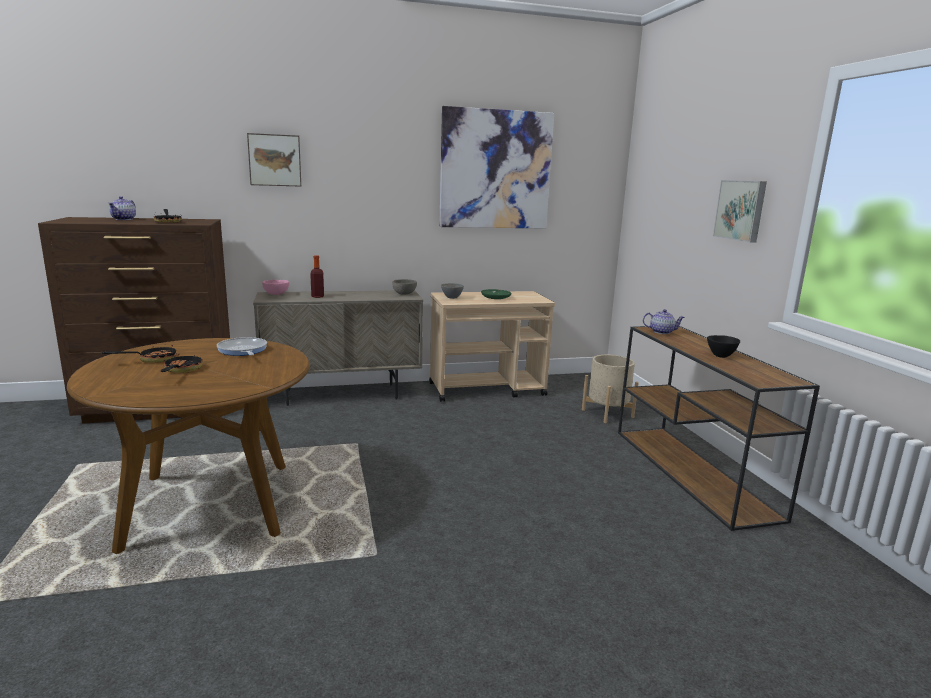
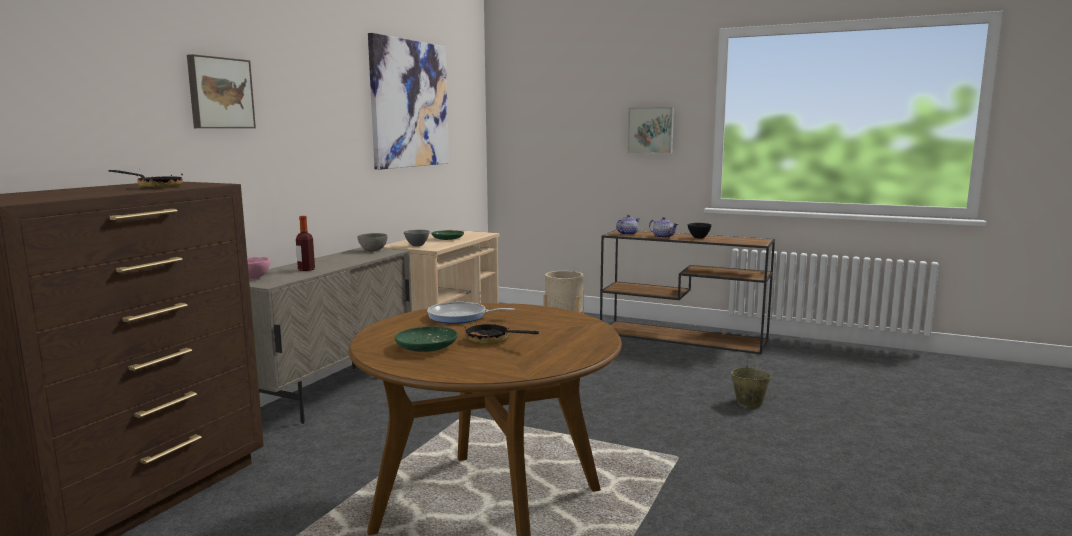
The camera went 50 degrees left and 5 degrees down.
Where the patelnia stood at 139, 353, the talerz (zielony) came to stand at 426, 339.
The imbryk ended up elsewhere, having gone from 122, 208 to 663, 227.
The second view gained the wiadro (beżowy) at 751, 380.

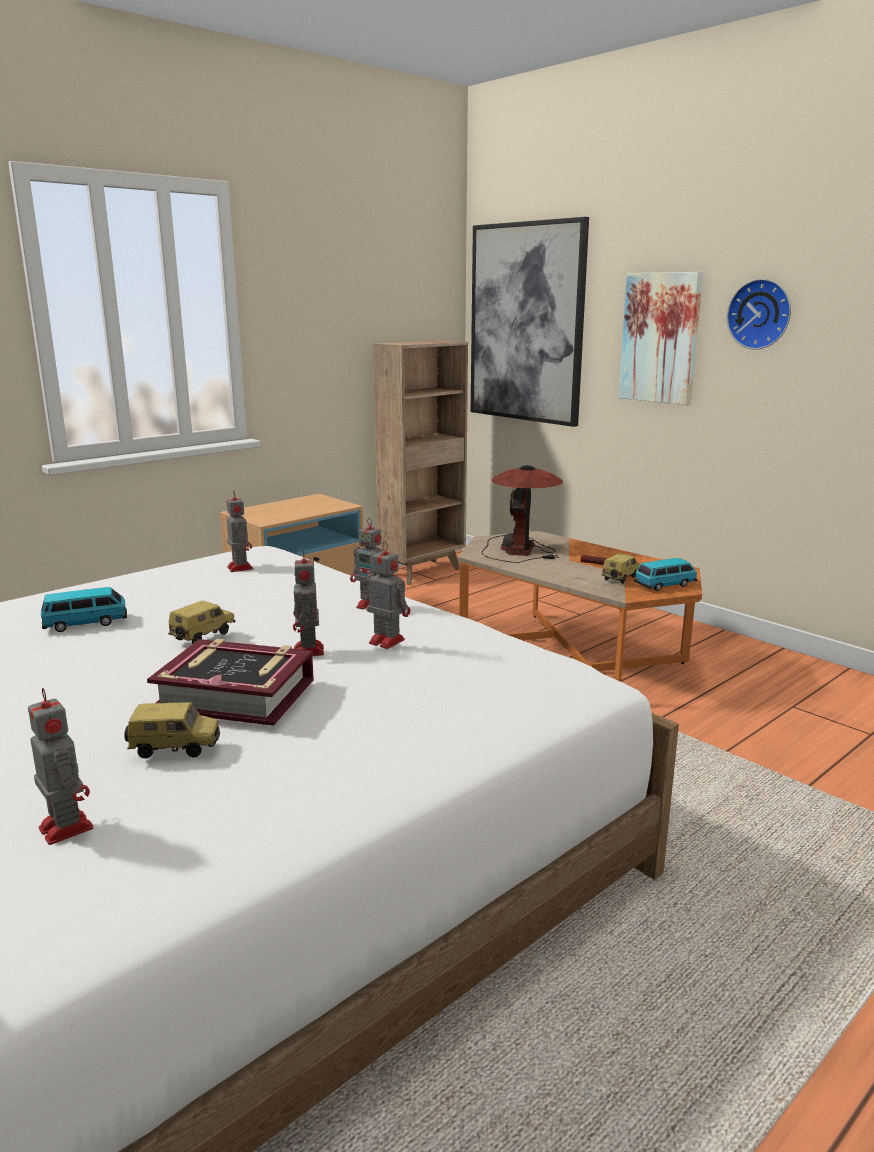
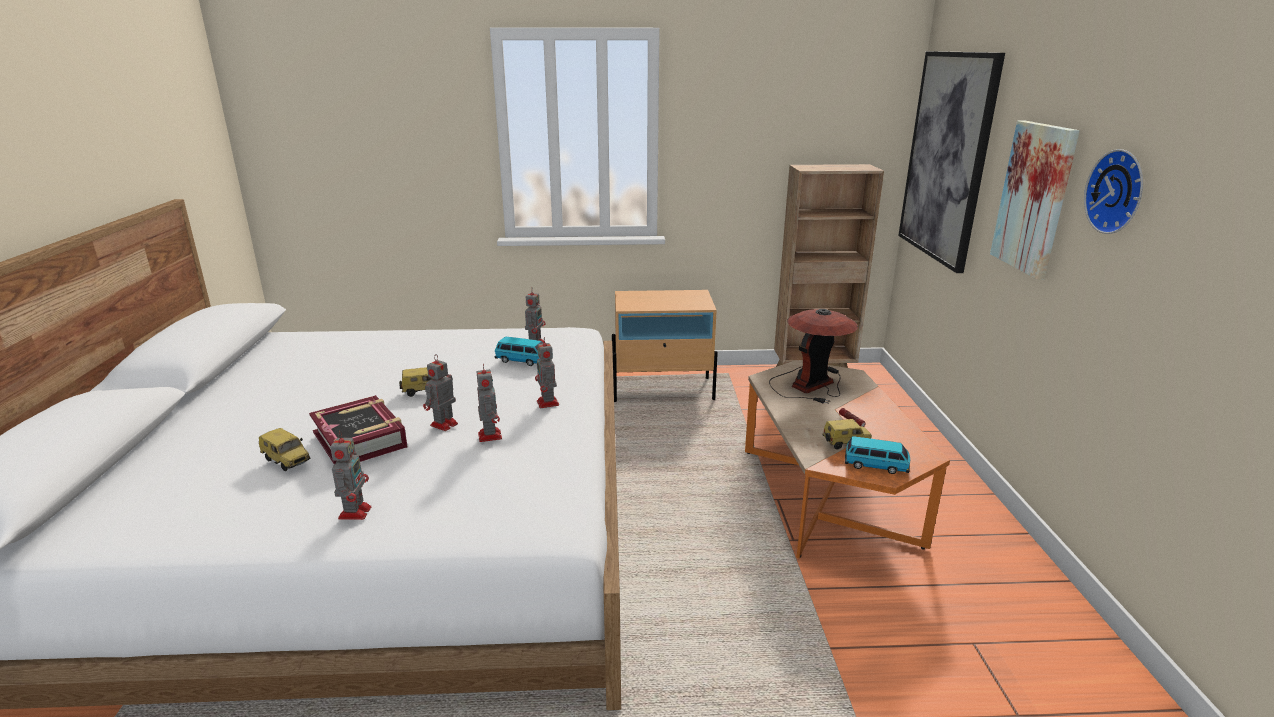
The camera went 40 degrees right and 5 degrees up.
The robot zabawkowy ended up elsewhere, having gone from 61, 766 to 350, 475.
The samochodzik ended up elsewhere, having gone from 84, 609 to 519, 351.

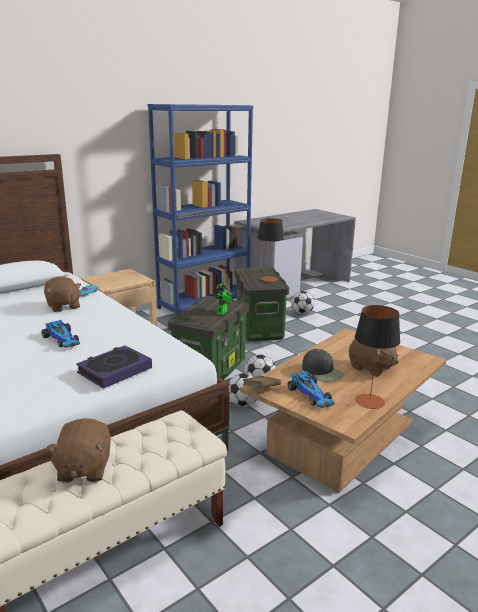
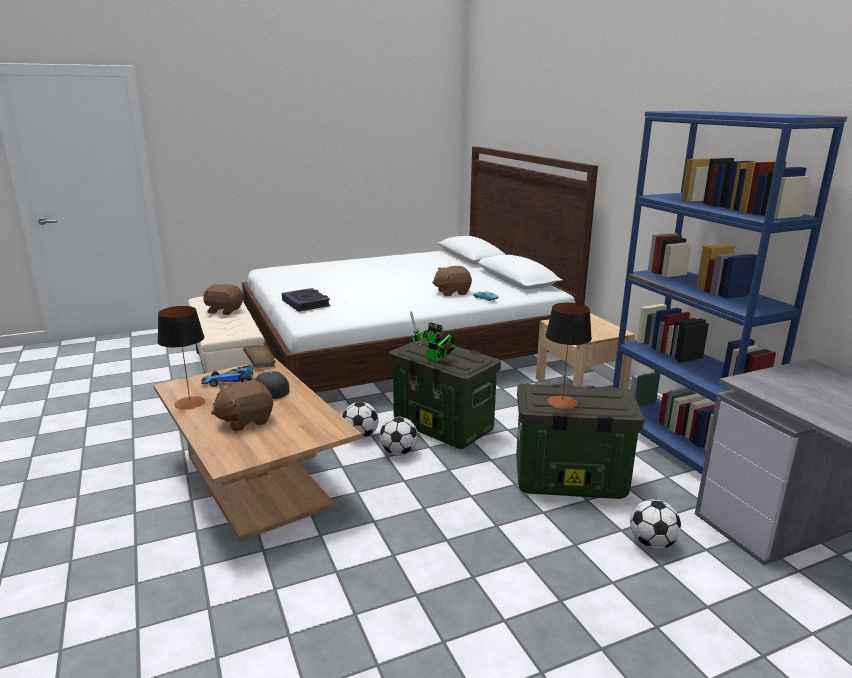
The camera went 105 degrees right and 0 degrees up.
The second view lost the samochodzik at 61, 334.

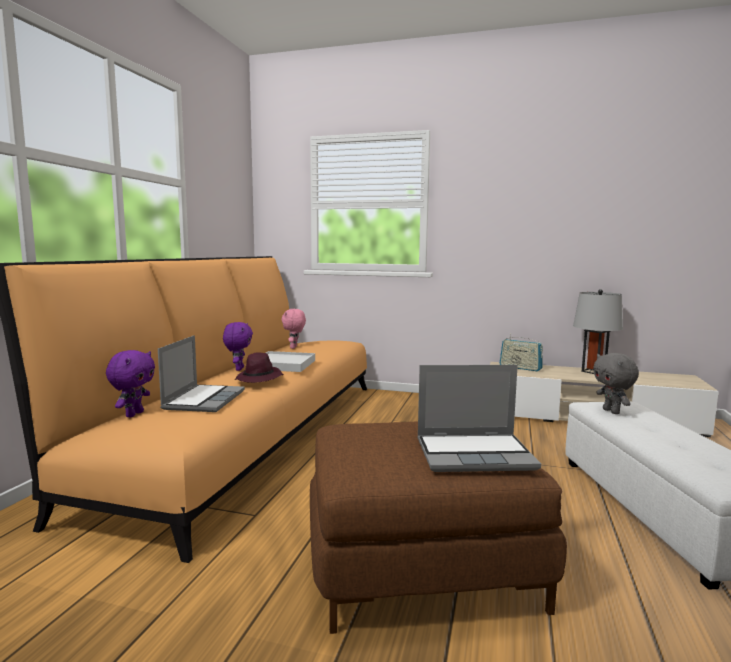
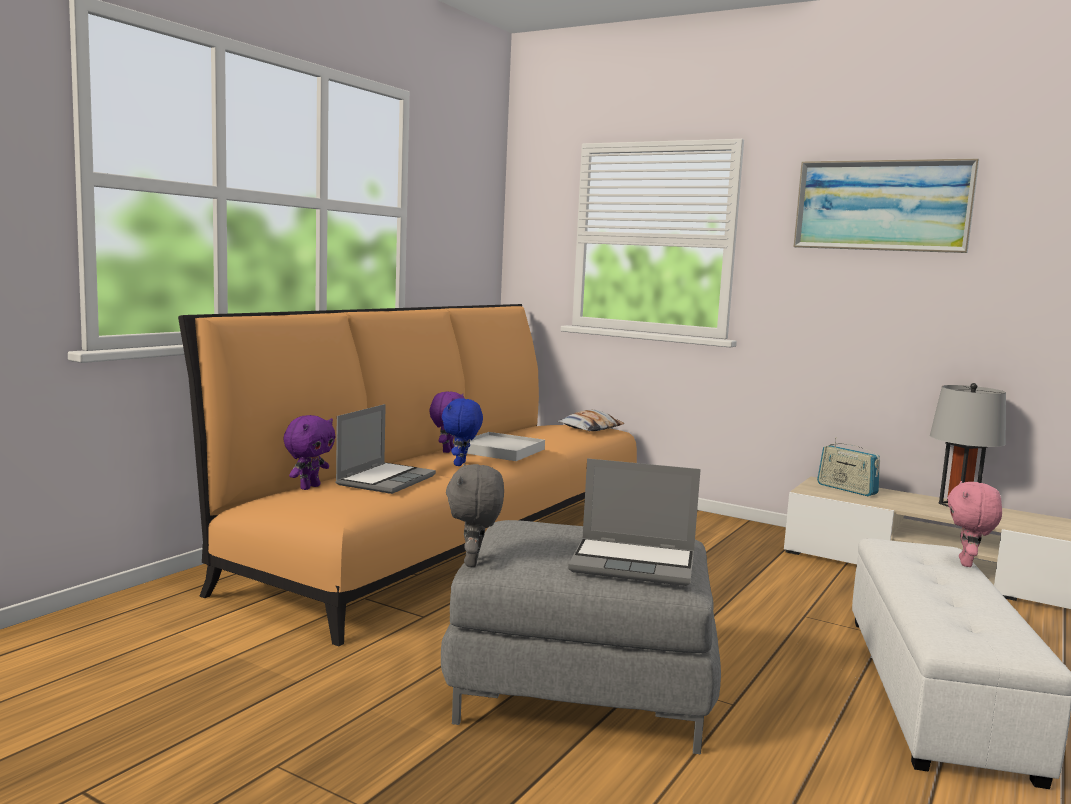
The camera went 15 degrees right and 0 degrees up.
What was the pufa (brązowy) at 438, 527 turned into the pufa (szary) at 581, 637.
Where the kapelusz (fioletowy) stood at 259, 368, the pluszak (niebieski) came to stand at 462, 432.
The pluszak (szary) ended up elsewhere, having gone from 616, 383 to 475, 515.
The second view gained the poduszka at 591, 421.
The second view gained the obraz at 886, 205.
The pluszak (różowy) ended up elsewhere, having gone from 293, 329 to 975, 524.

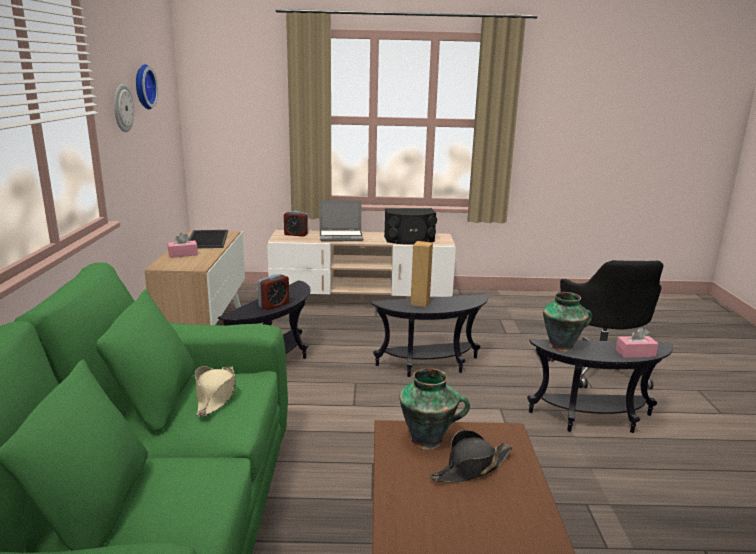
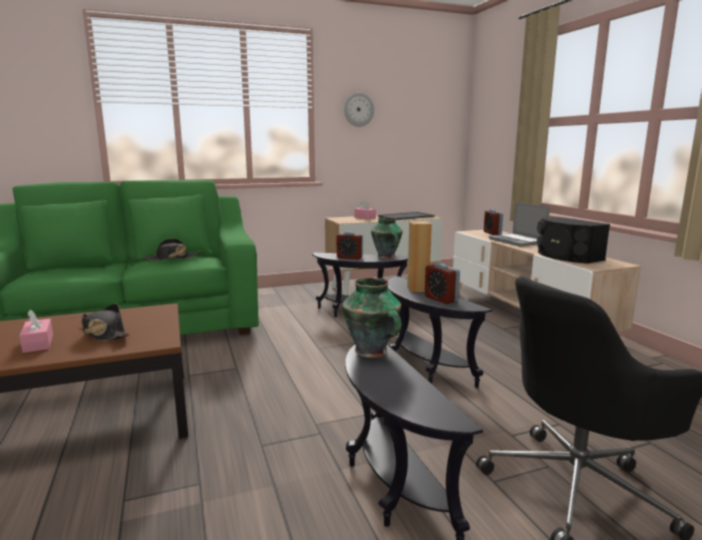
The camera went 70 degrees right and 5 degrees down.
The pudełko chusteczek (różowy) ended up elsewhere, having gone from 637, 342 to 36, 331.
What was the kapelusz (beżowy) at 215, 391 turned into the kapelusz (czarny) at 171, 249.
The wazon ended up elsewhere, having gone from 434, 409 to 387, 238.
The second view gained the budzik at 442, 283.
The second view lost the zegar ścienny at 147, 86.

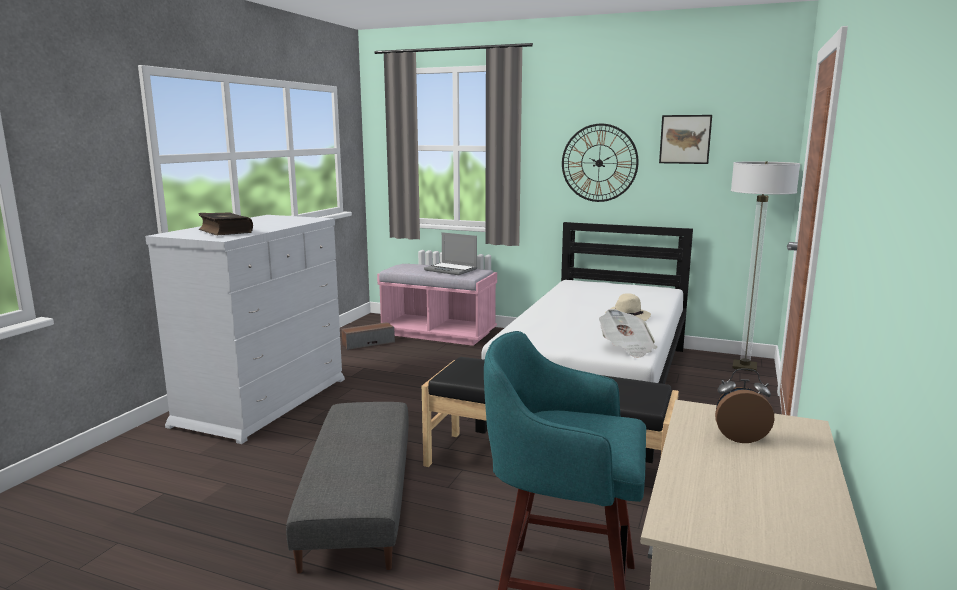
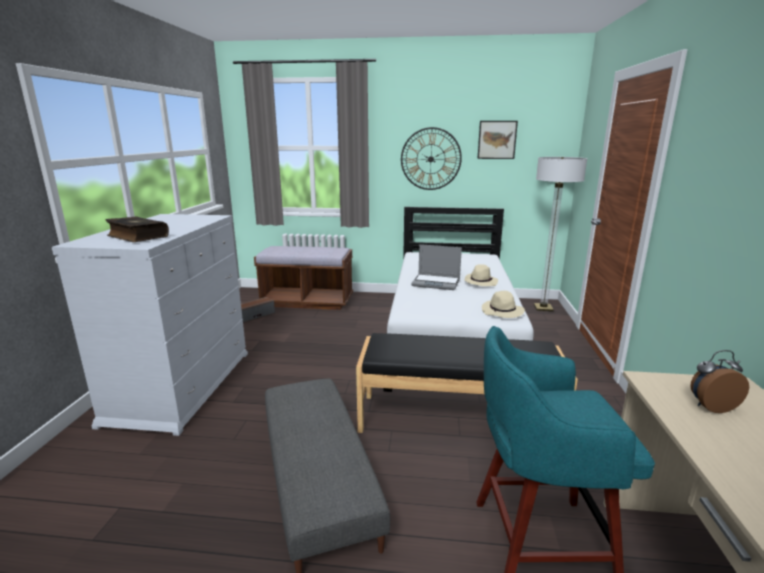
The camera went 15 degrees left and 5 degrees up.
What was the ławka (różowy) at 437, 305 turned into the ławka (brązowy) at 303, 278.
The laptop ended up elsewhere, having gone from 450, 253 to 436, 267.
Where the gazeta stood at 628, 333, the kapelusz (beżowy) came to stand at 503, 304.

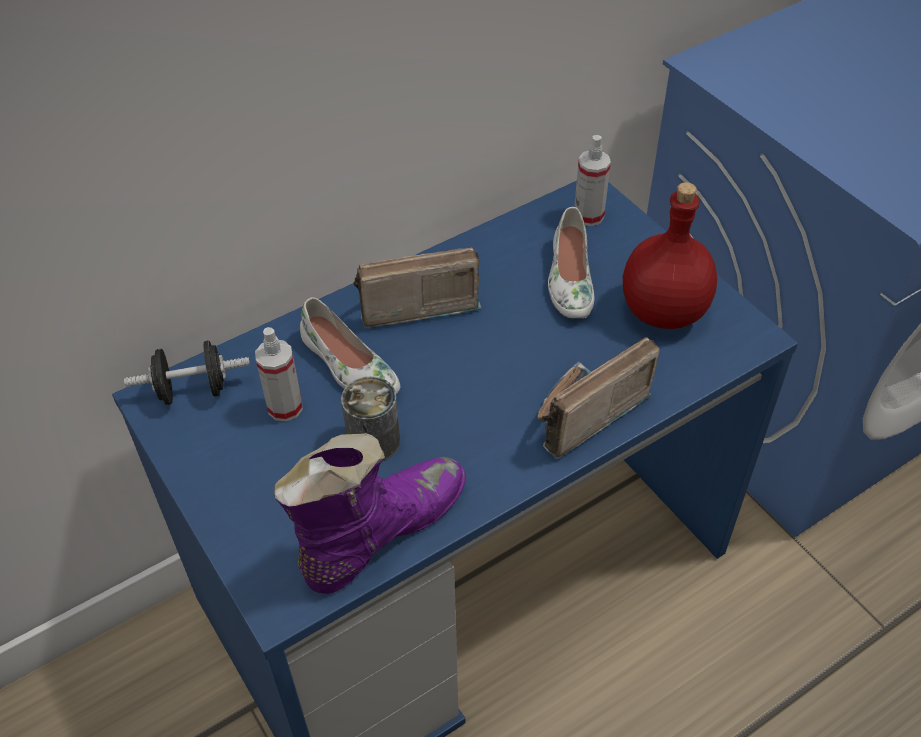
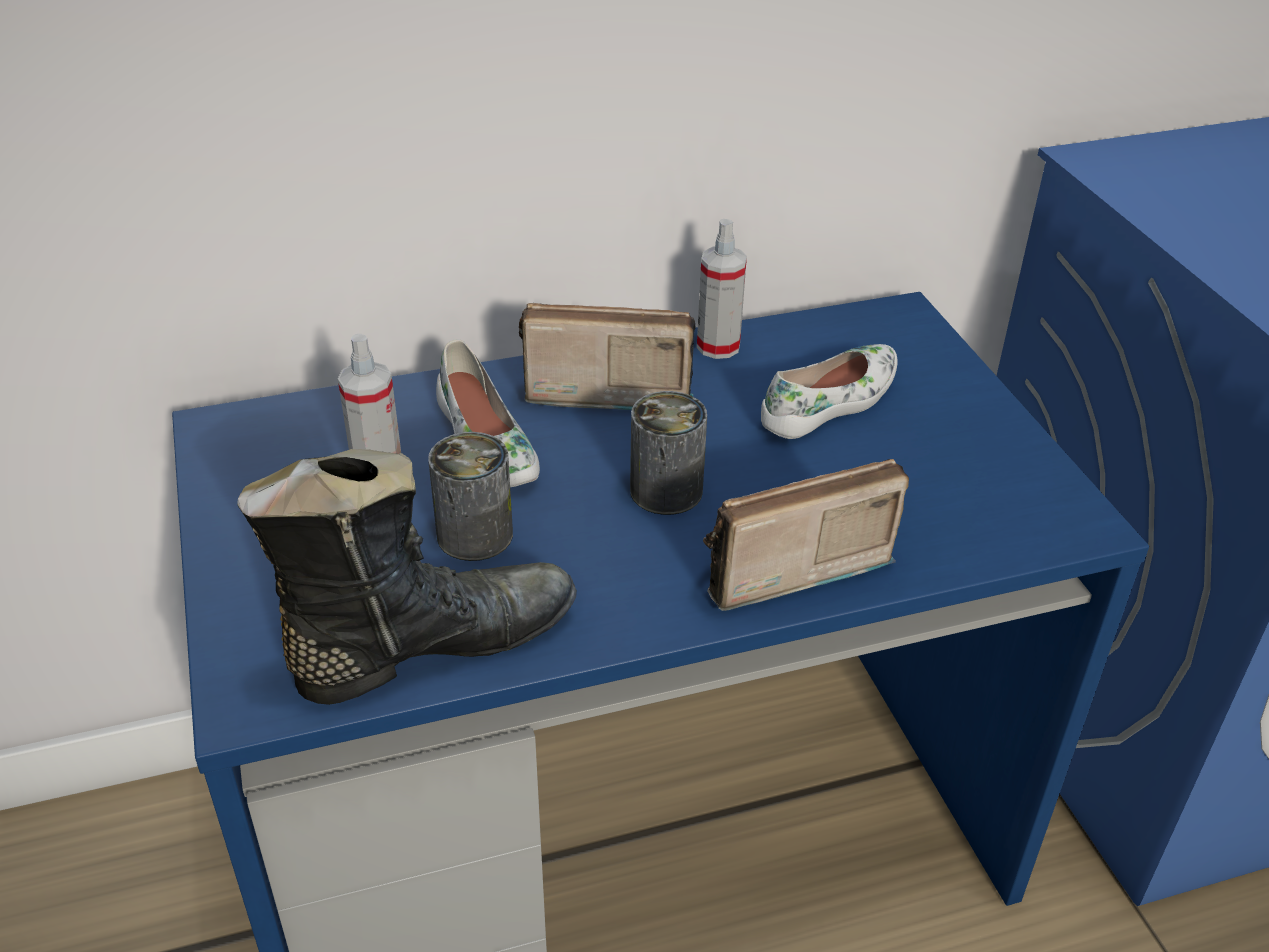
The camera went 15 degrees right and 10 degrees down.
What was the but z cholewką (fioletowy) at 370, 513 turned into the but z cholewką (czarny) at 407, 577.
The second view gained the puszka at 668, 453.
The spryskiwacz ended up elsewhere, having gone from 592, 180 to 722, 289.
The but (biały) at 571, 262 ended up facing another way, 150 degrees counterclockwise from before.
The second view lost the hantel (czarny) at 187, 373.
The second view lost the butelka (czerwony) at 670, 255.

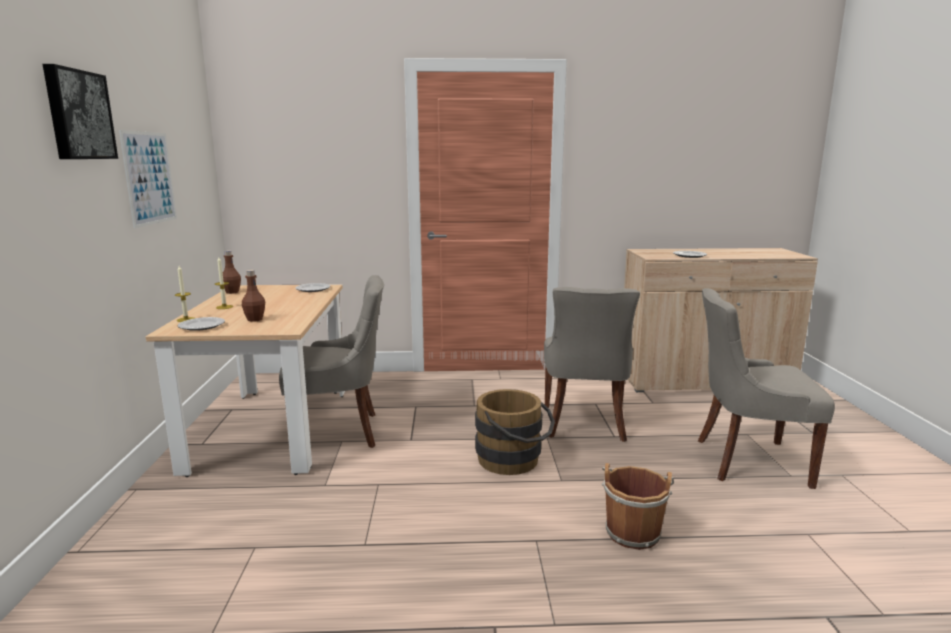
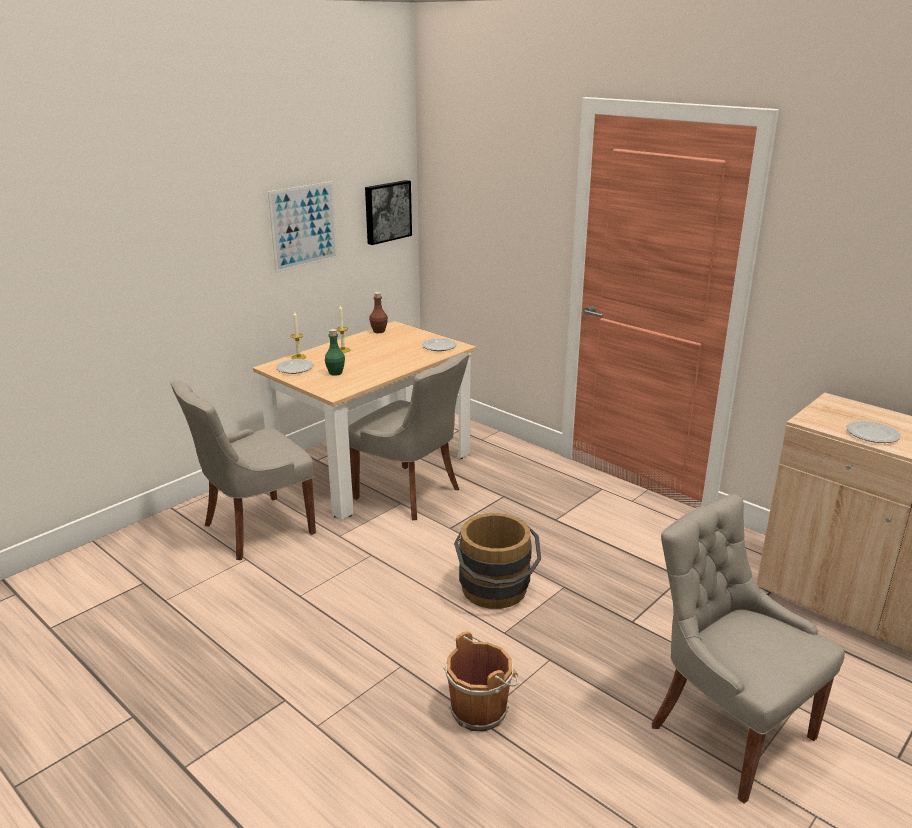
The camera went 45 degrees right and 10 degrees up.
The krzesło (szary) ended up elsewhere, having gone from 592, 364 to 243, 470.
What was the butelka (brązowy) at 253, 296 turned into the butelka (zielony) at 335, 352.
The obraz ended up elsewhere, having gone from 80, 111 to 388, 212.

